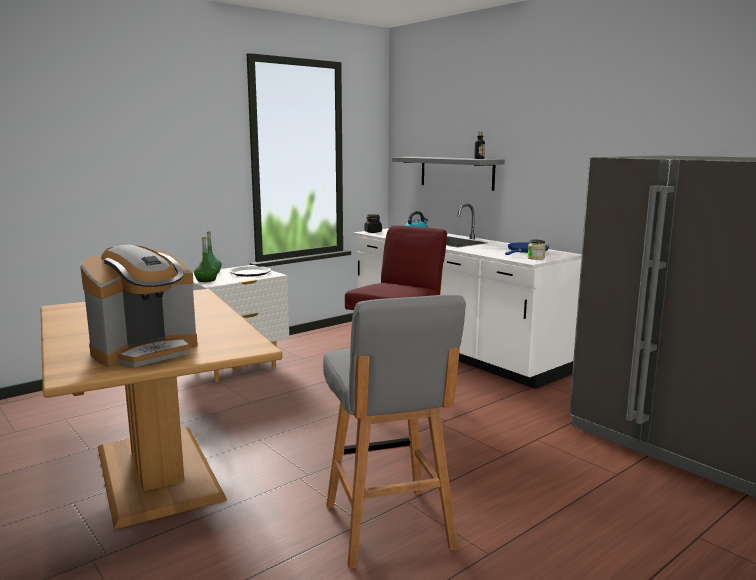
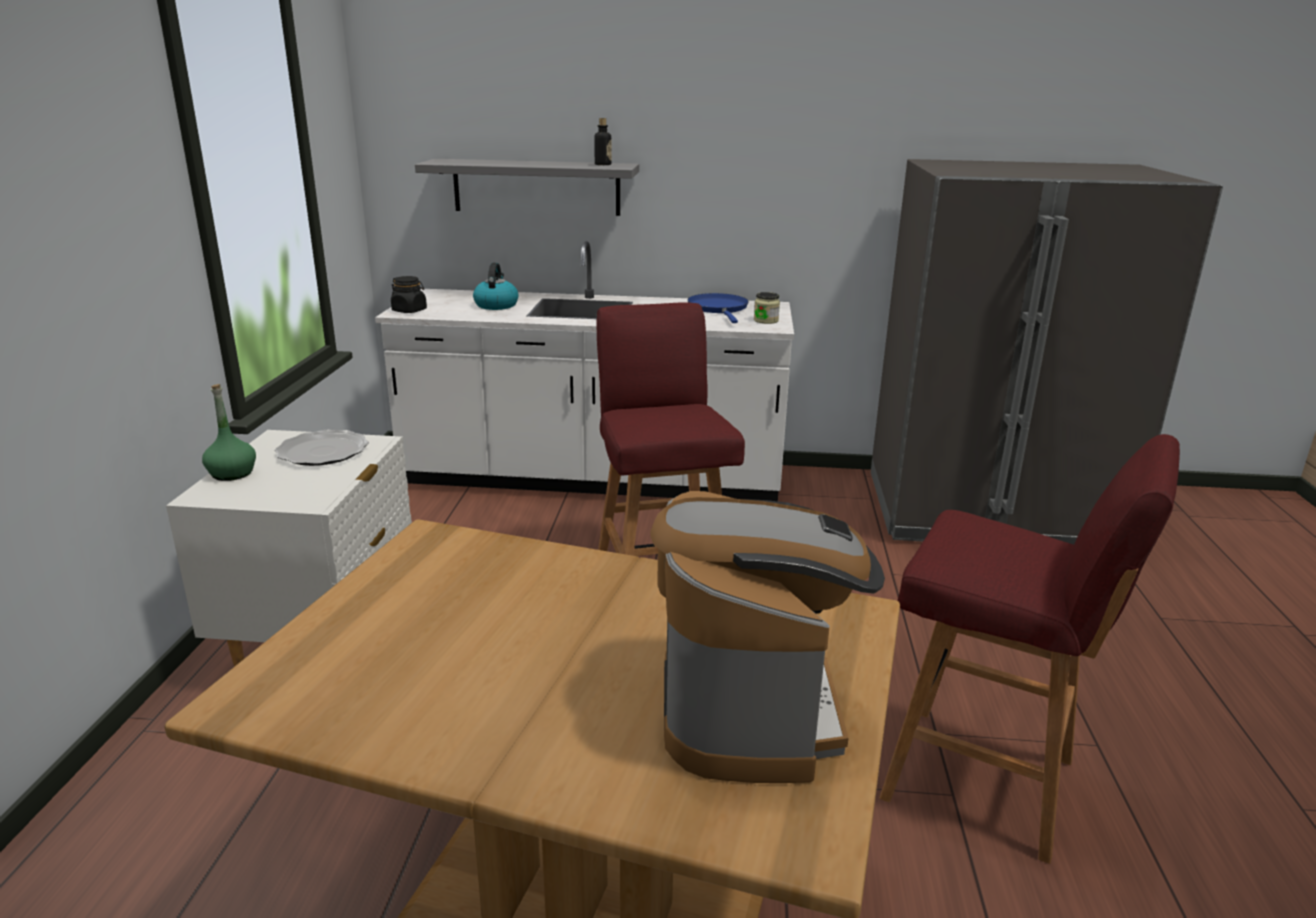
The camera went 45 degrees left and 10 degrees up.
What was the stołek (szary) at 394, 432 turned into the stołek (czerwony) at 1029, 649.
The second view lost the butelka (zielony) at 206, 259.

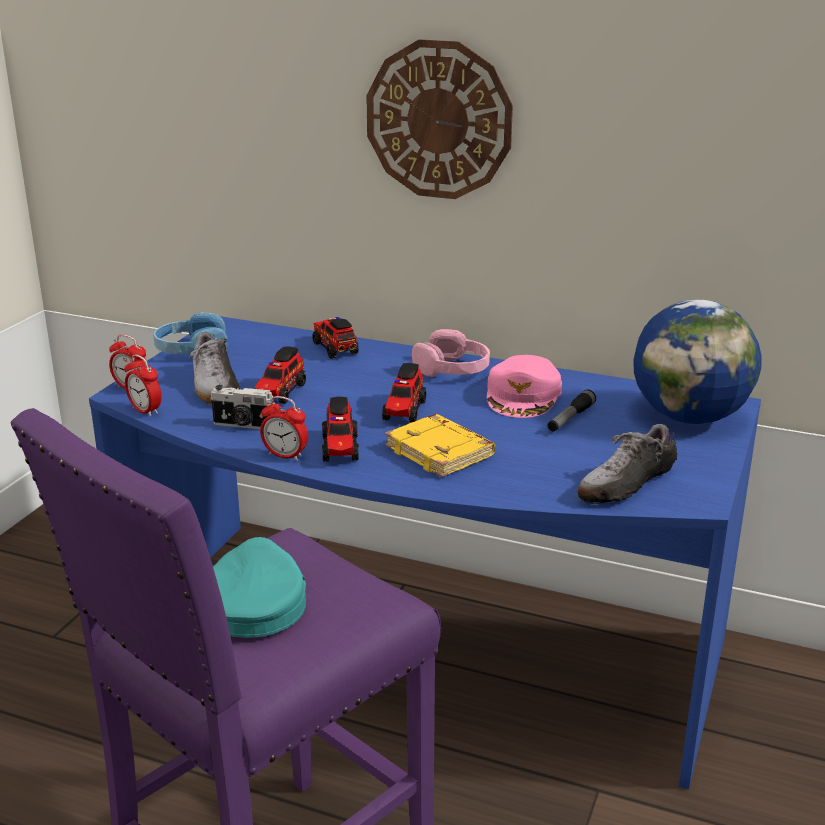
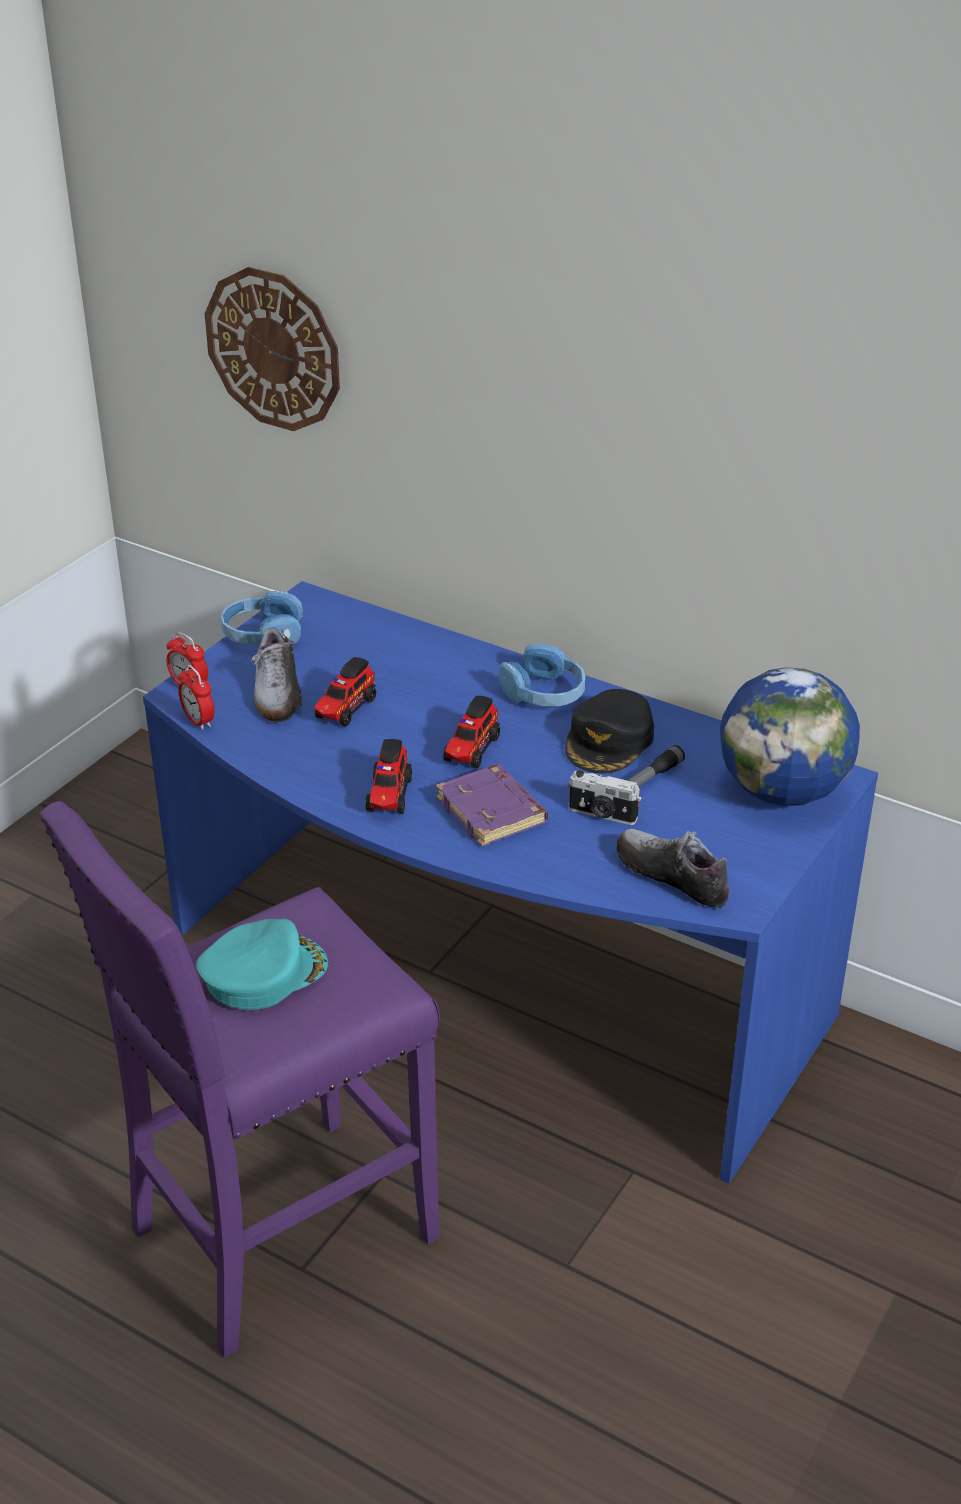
The camera went 10 degrees right and 10 degrees up.
The czapka z daszkiem (turkusowy) at 259, 587 ended up facing another way, 45 degrees clockwise from before.
The zegar ścienny ended up elsewhere, having gone from 439, 119 to 272, 349.
What was the książka (żółty) at 440, 445 turned into the książka (fioletowy) at 492, 805.
What was the słuchawki (różowy) at 451, 353 turned into the słuchawki (niebieski) at 541, 674.
What was the czapka z daszkiem (różowy) at 524, 386 turned into the czapka z daszkiem (czarny) at 609, 731.
The aparat fotograficzny ended up elsewhere, having gone from 242, 407 to 604, 797.
The but at 627, 464 ended up facing another way, 75 degrees clockwise from before.
The second view lost the budzik at 284, 428.
The second view lost the ciężarówka zabawkowa at 335, 338.

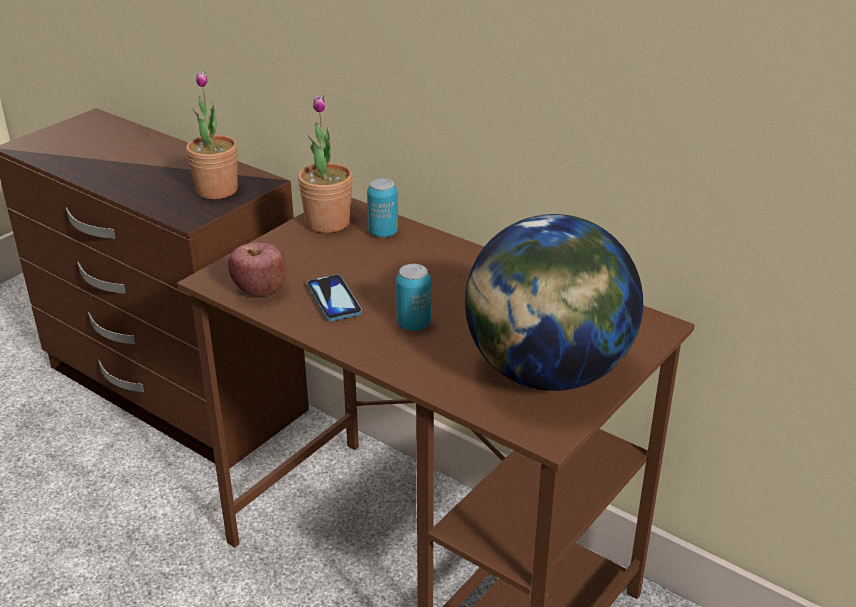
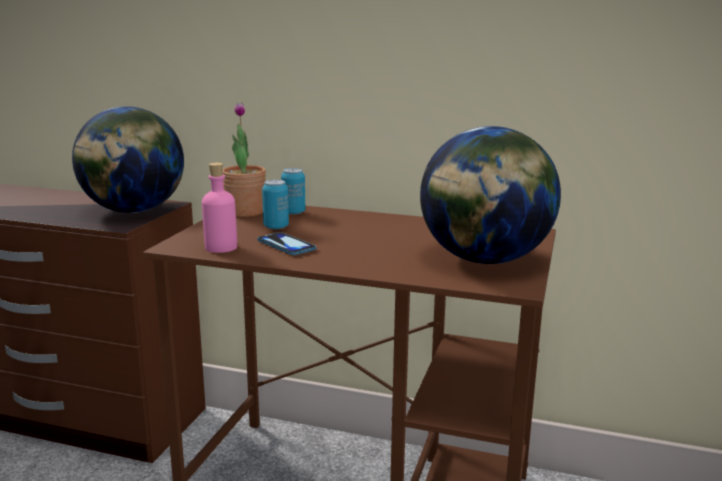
The camera went 20 degrees left and 15 degrees down.
Where the roślina doniczkowa stood at 212, 135, the globus came to stand at 128, 159.
Where the jabłko stood at 257, 269, the butelka (różowy) came to stand at 219, 208.
The puszka ended up elsewhere, having gone from 413, 297 to 275, 204.

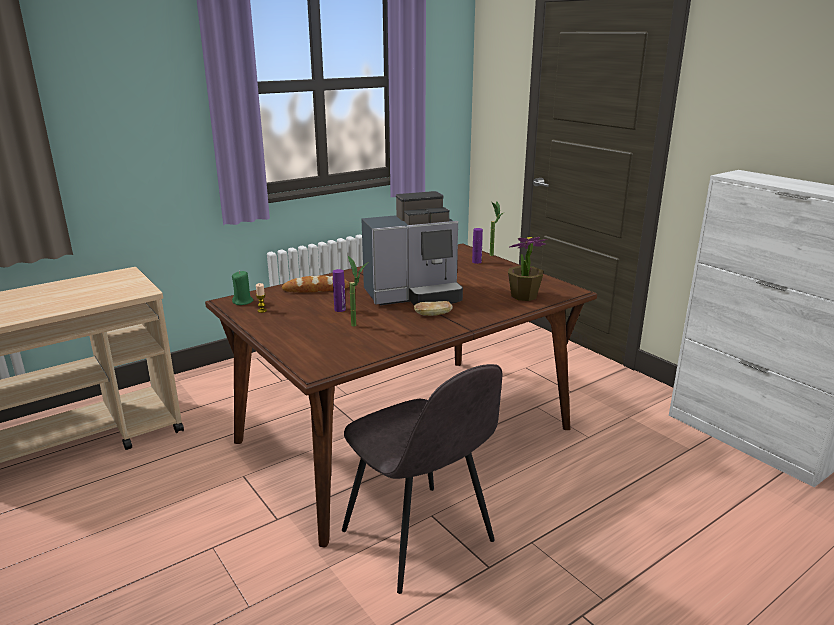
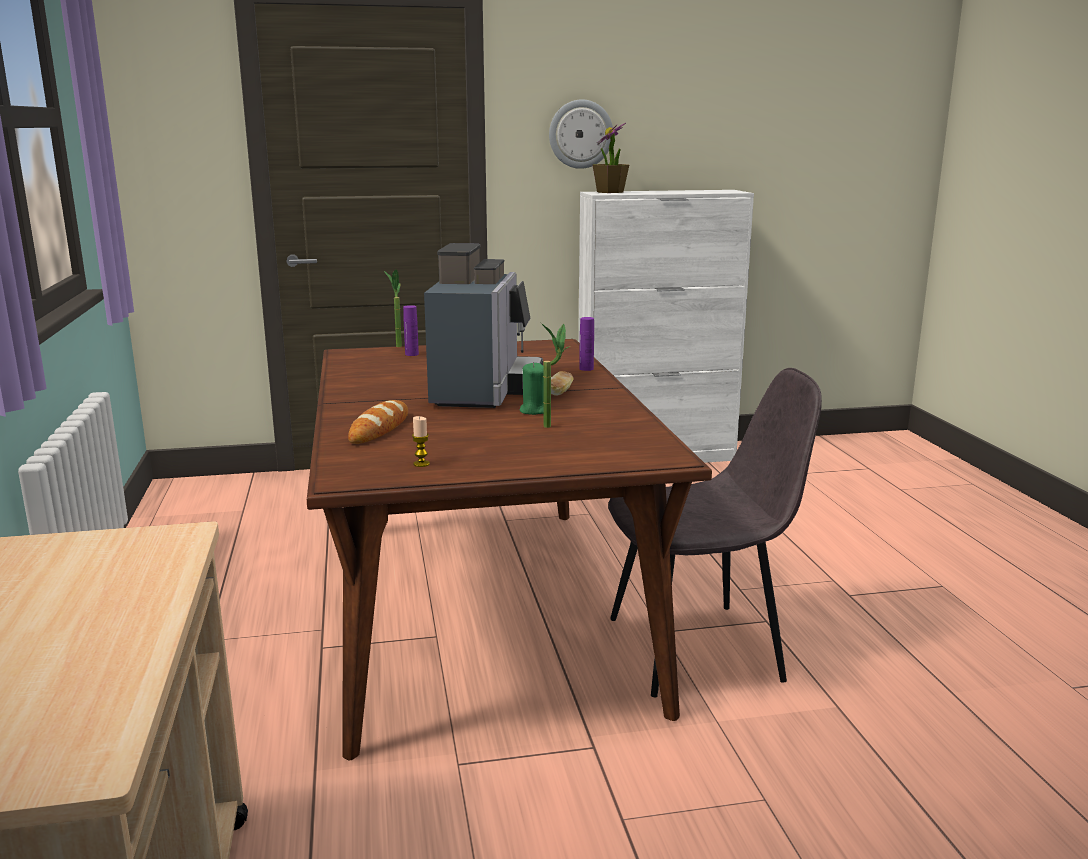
The camera went 65 degrees left and 5 degrees down.
The świeca (zielony) ended up elsewhere, having gone from 242, 288 to 531, 388.
The second view gained the zegar ścienny at 581, 134.
The butelka (fioletowy) ended up elsewhere, having gone from 339, 290 to 586, 344.
The roślina doniczkowa ended up elsewhere, having gone from 527, 269 to 610, 158.

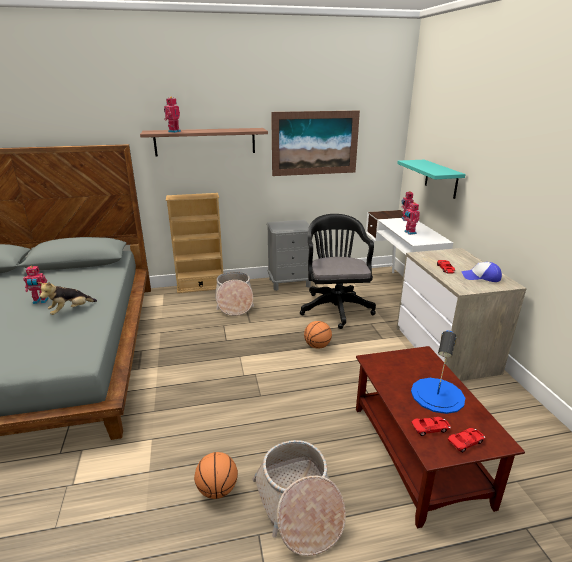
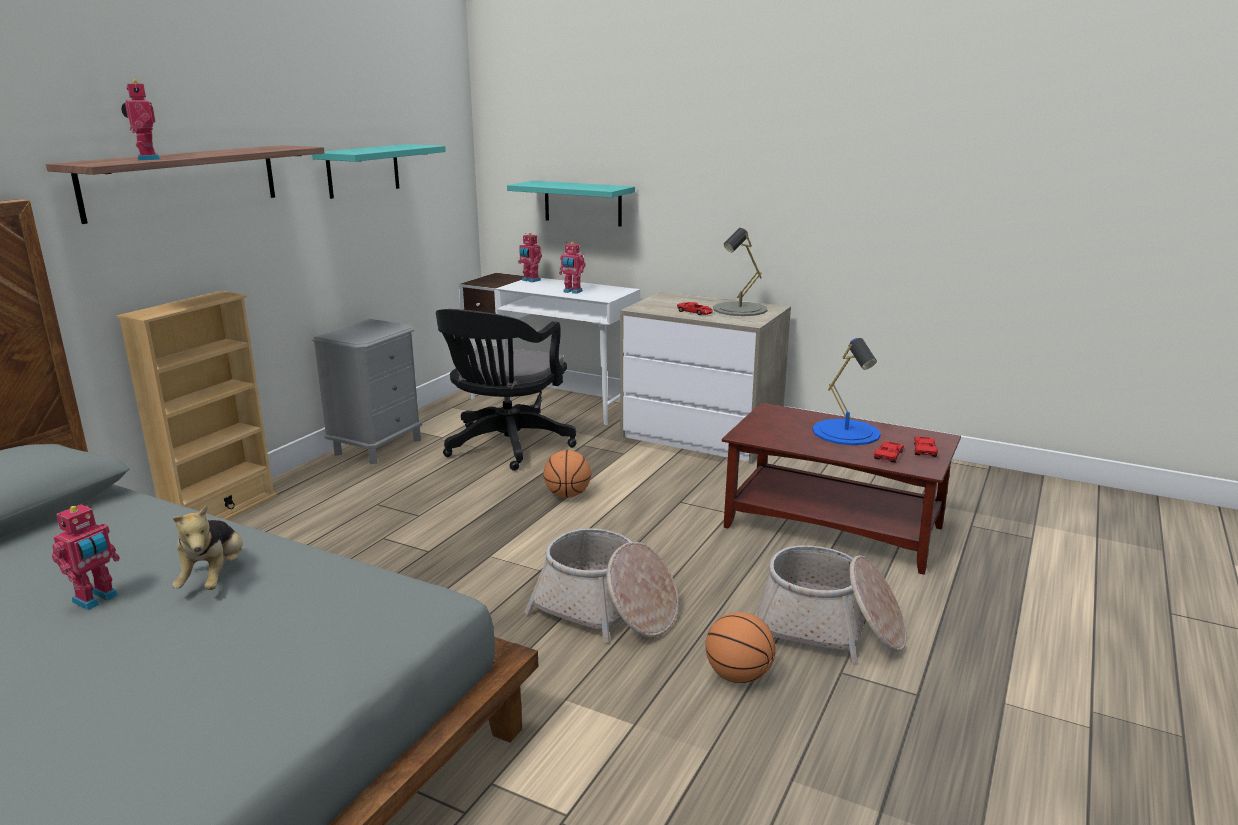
The camera went 50 degrees left and 5 degrees down.
Where the obraz hung at 315, 143, the półka (turkusowy) came to hang at 379, 171.
The krzesło biurowe (czarny) at 338, 271 ended up facing another way, 105 degrees counterclockwise from before.
The koszyk ended up elsewhere, having gone from 234, 294 to 602, 585.
Where the czapka z daszkiem stood at 481, 272, the lampa stołowa (szary) came to stand at 740, 272.

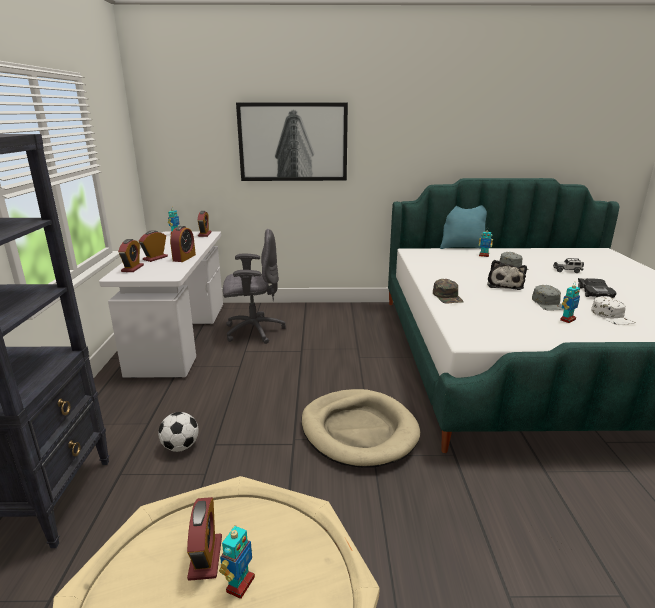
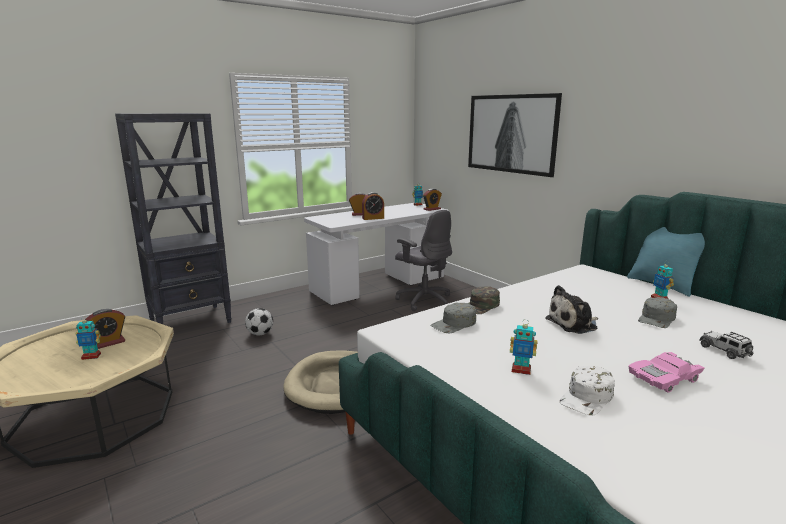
The camera went 55 degrees right and 5 degrees down.
The czapka z daszkiem (szary) ended up elsewhere, having gone from 548, 298 to 453, 318.
What was the samochodzik (czarny) at 597, 288 turned into the samochodzik (różowy) at 666, 372.
The second view lost the budzik at 131, 255.

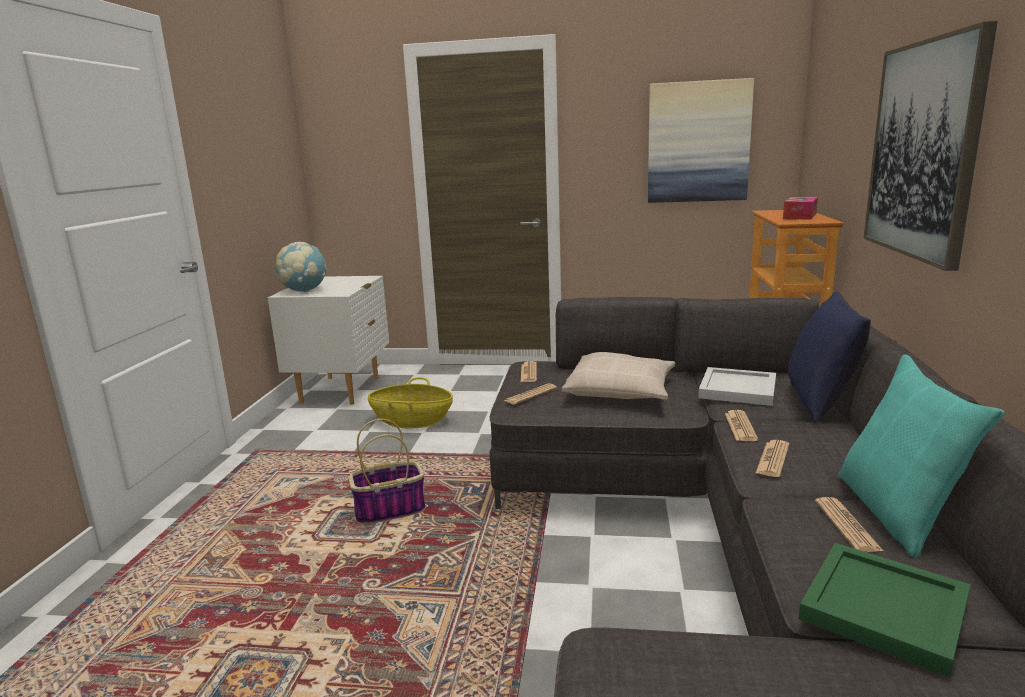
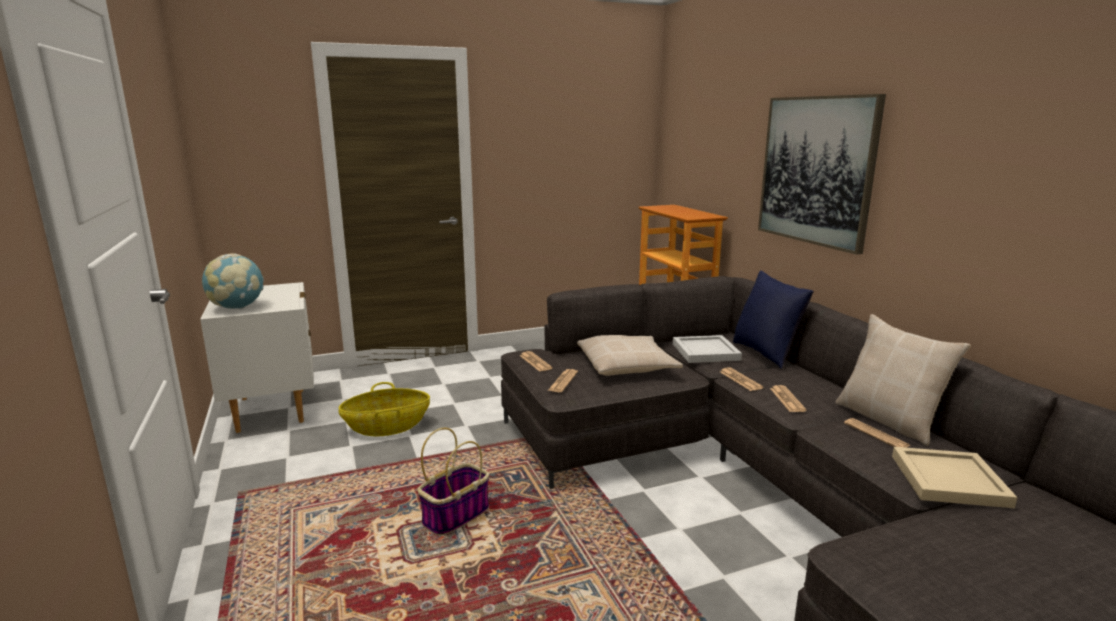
The camera went 30 degrees left and 0 degrees up.
What was the poduszka (turkusowy) at 921, 456 turned into the poduszka (beżowy) at 903, 380.
What was the taca (zielony) at 885, 610 turned into the taca (beżowy) at 955, 477.
The second view lost the obraz at 701, 140.
The second view lost the pudełko chusteczek at 800, 208.

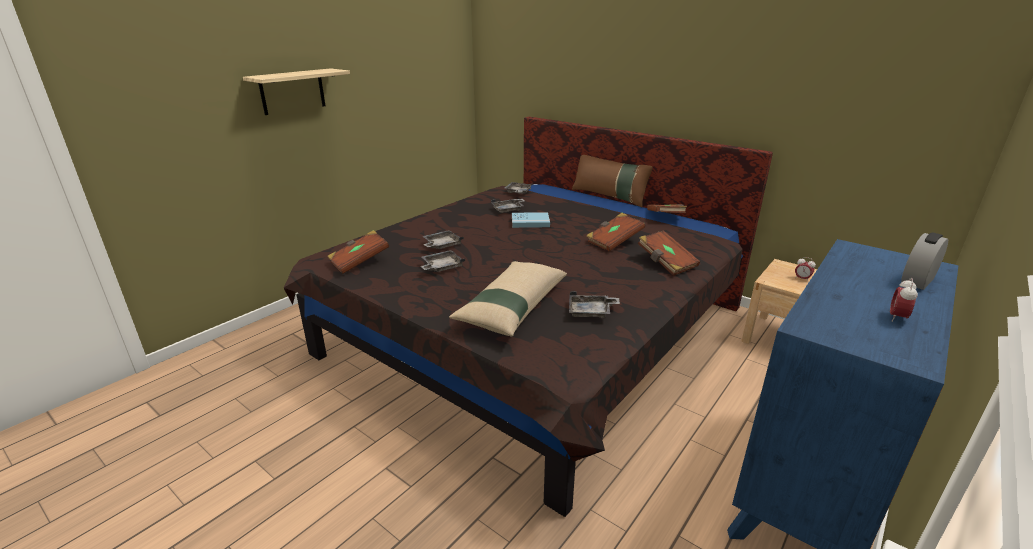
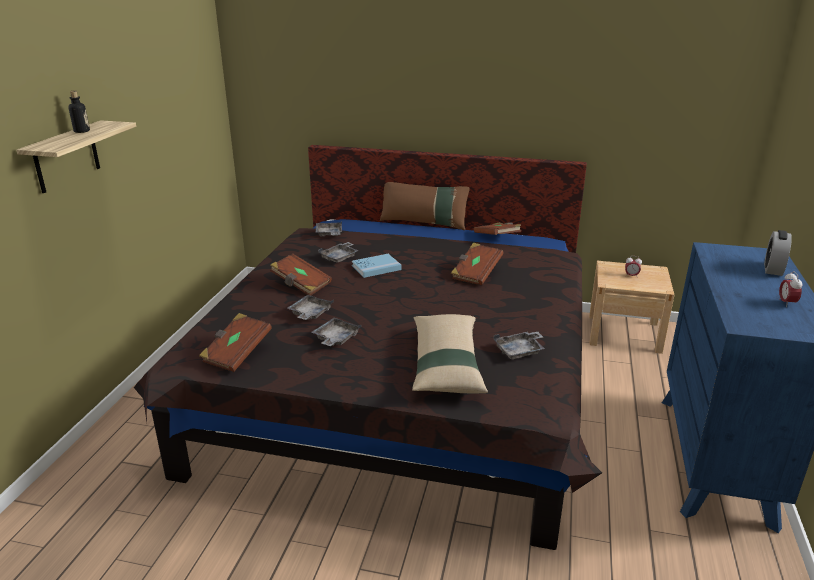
The camera went 25 degrees left and 0 degrees up.
The second view gained the butelka at 79, 112.
The książka (brązowy) ended up elsewhere, having gone from 669, 253 to 301, 274.

